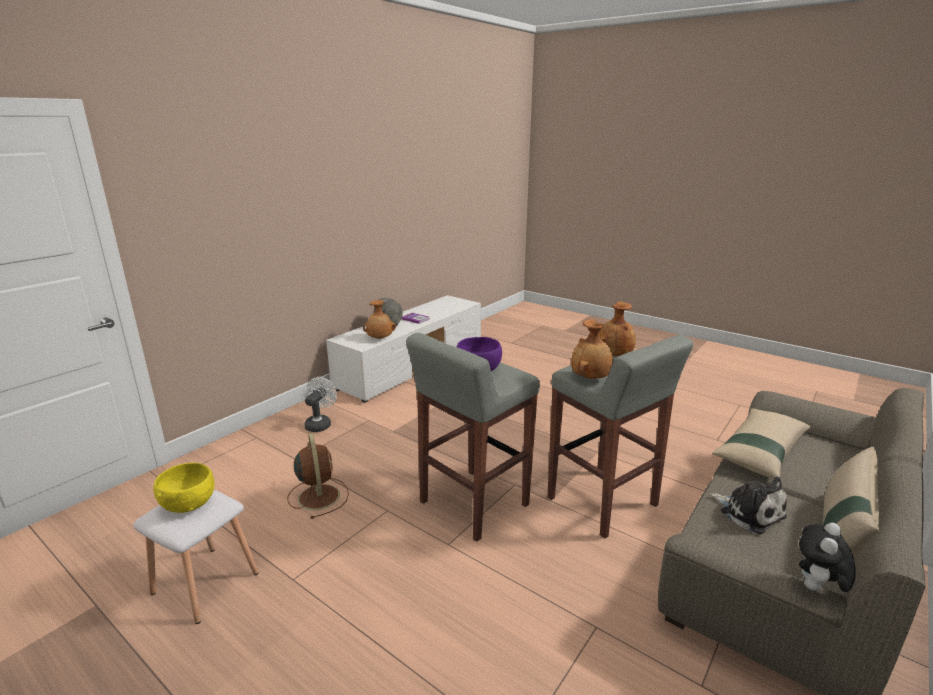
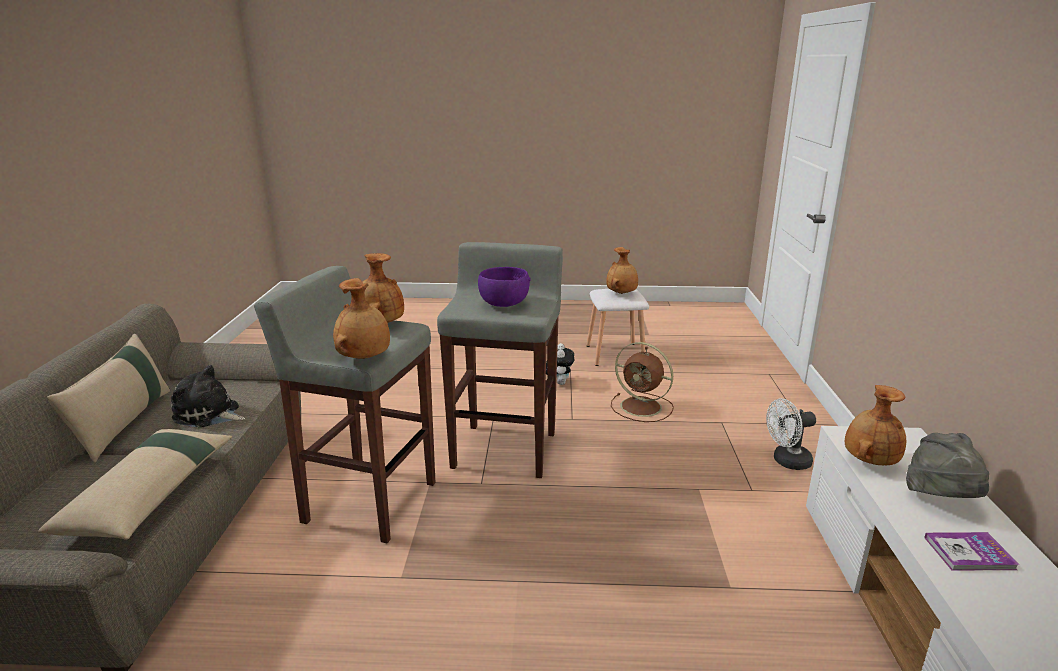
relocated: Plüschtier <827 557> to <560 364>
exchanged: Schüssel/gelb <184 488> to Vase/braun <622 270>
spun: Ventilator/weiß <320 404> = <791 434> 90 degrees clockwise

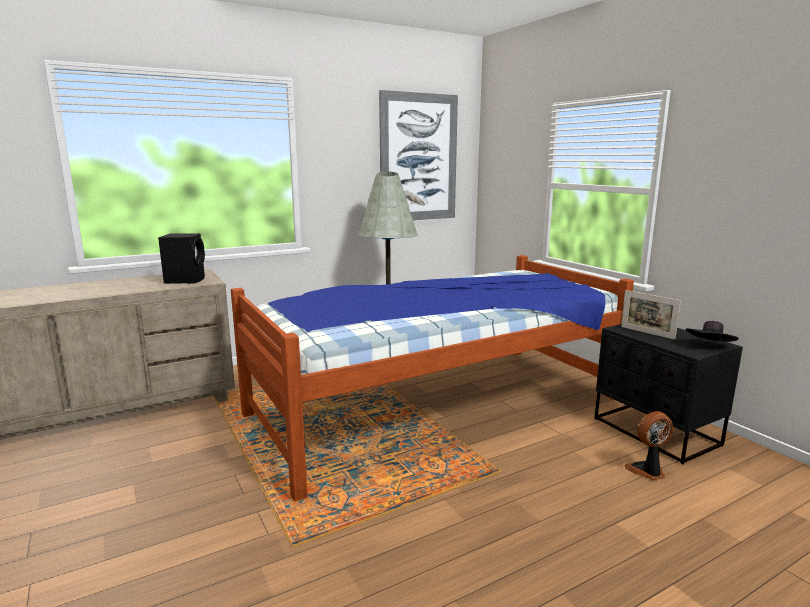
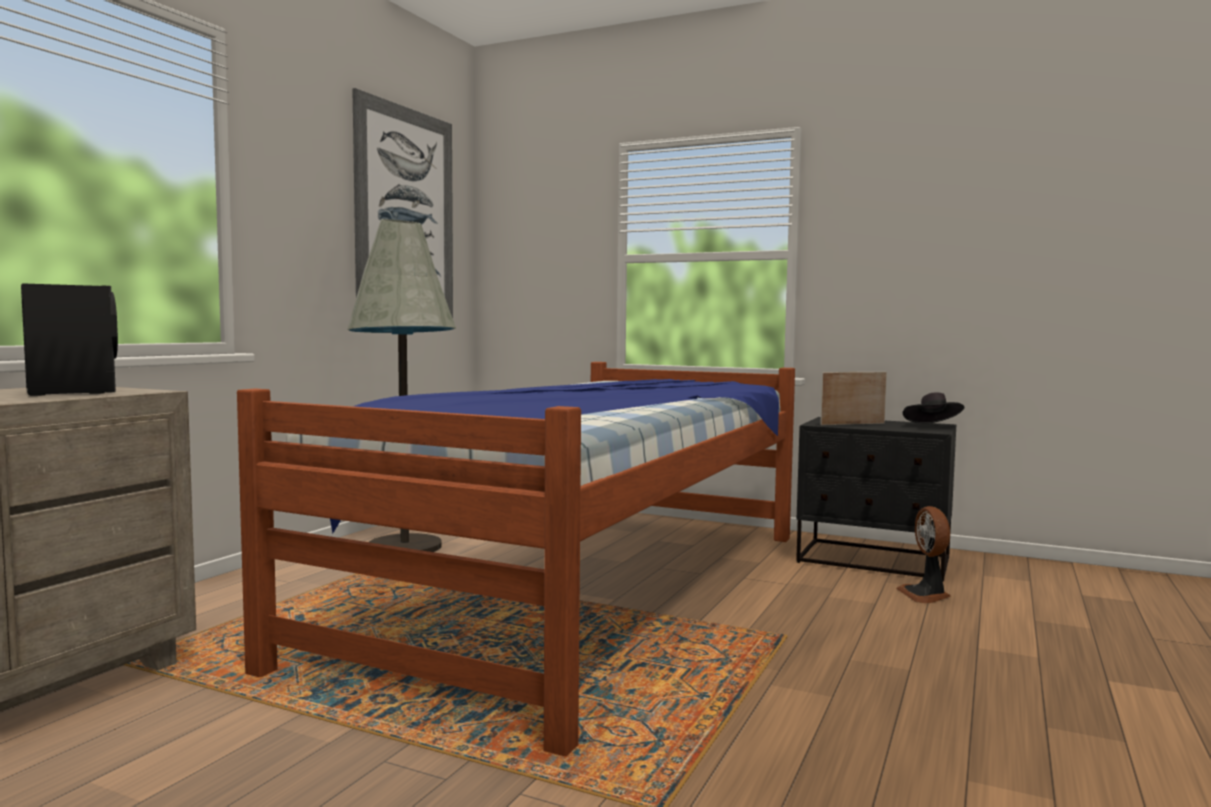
spun: Bilderrahmen <651 315> = <853 398> 150 degrees clockwise; Ventilator <649 445> = <923 554> 45 degrees counterclockwise

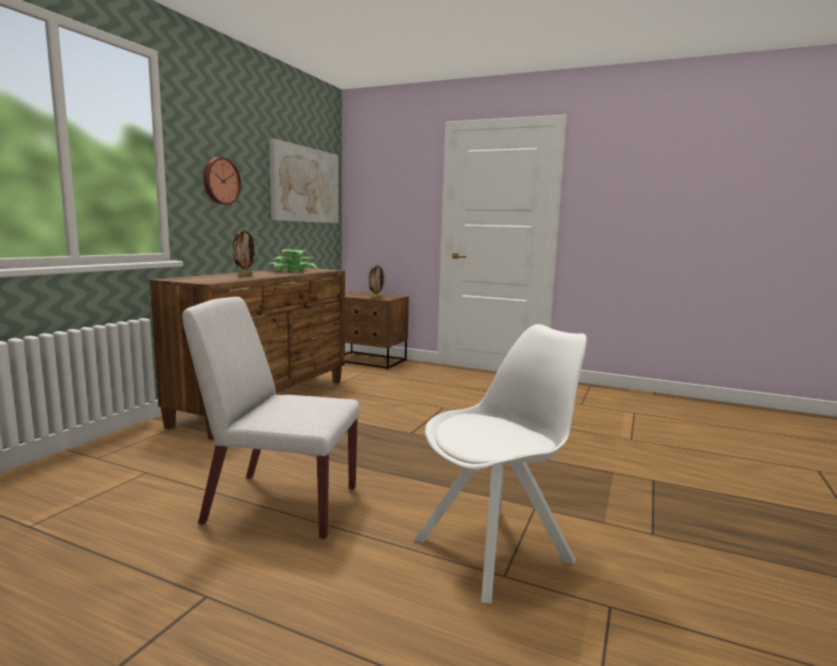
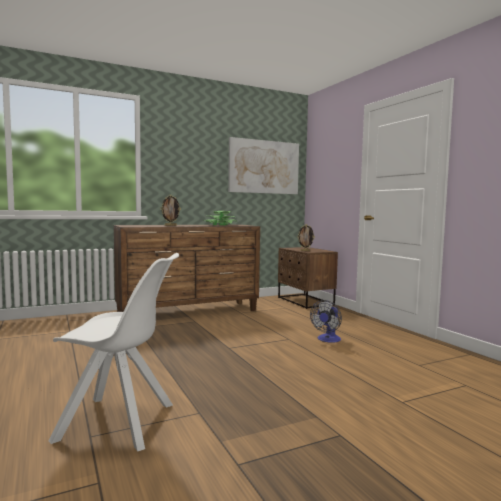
missing: Stuhl/weiß <271 418>; Wanduhr <222 181>
appeared: Ventilator <326 321>

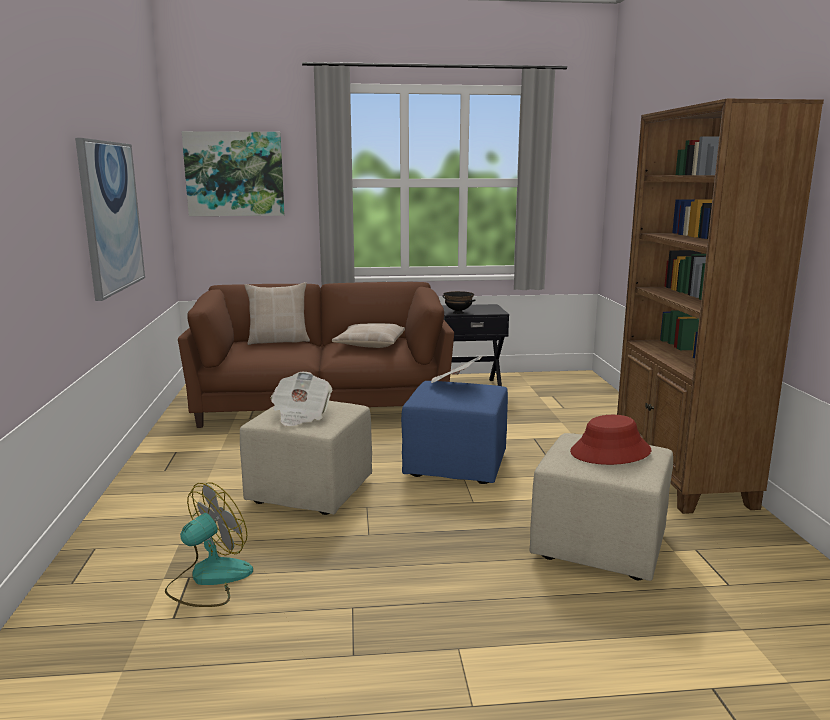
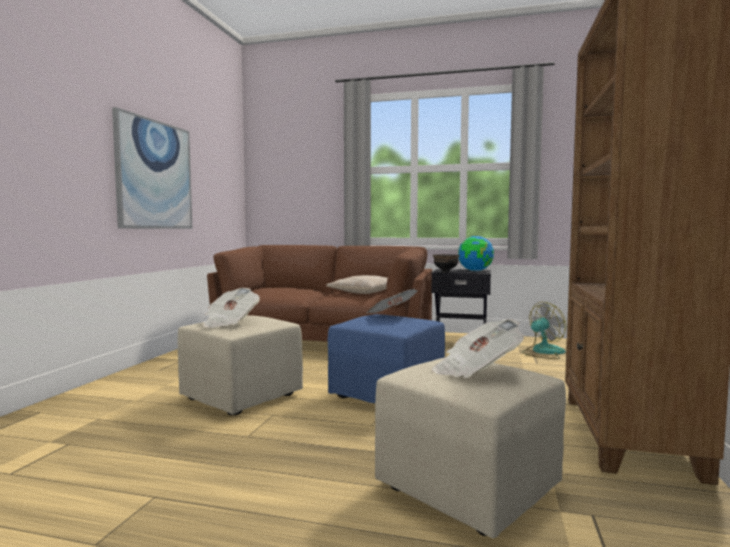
missing: Bild <233 173>; Kissen/beige <277 313>
appeared: Globus <476 253>
relocated: Ventilator <209 544> to <544 330>
exchanged: Hut/rot <610 440> to Zeitung <478 348>

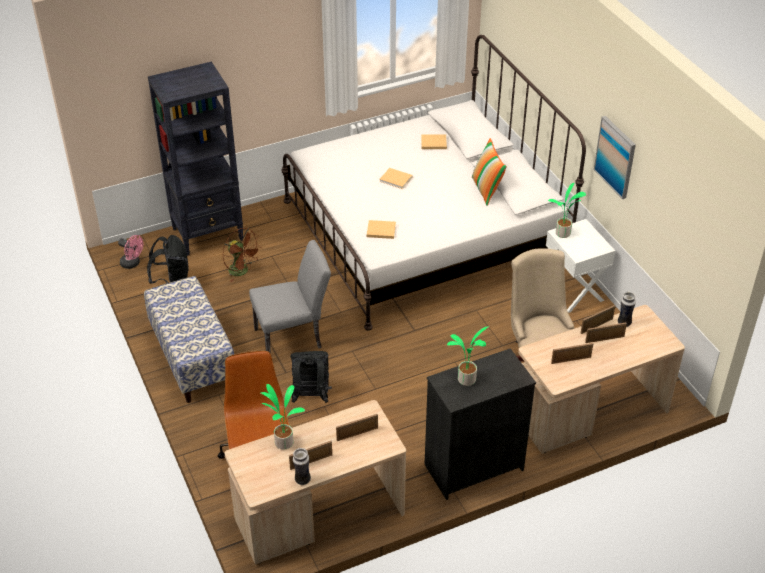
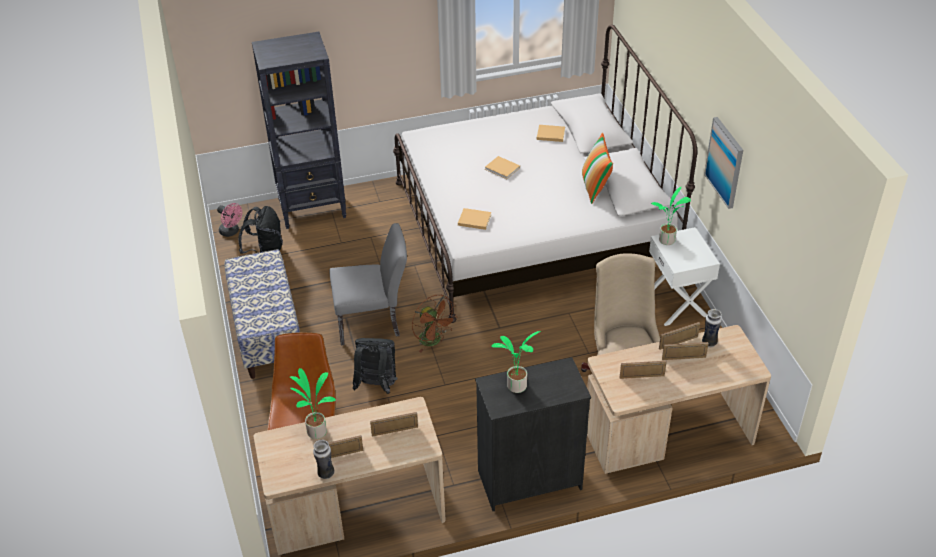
relocated: Ventilator/braun <242 255> to <434 323>

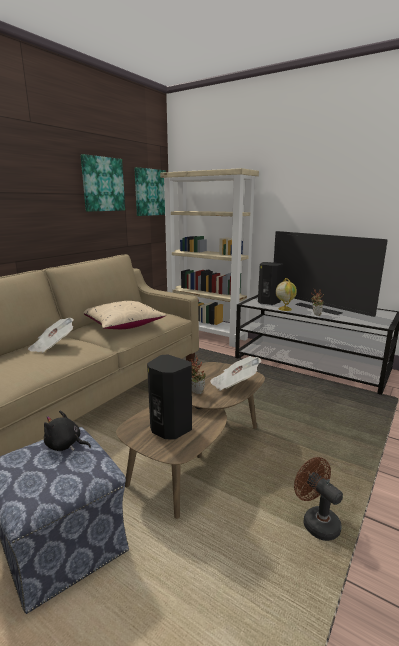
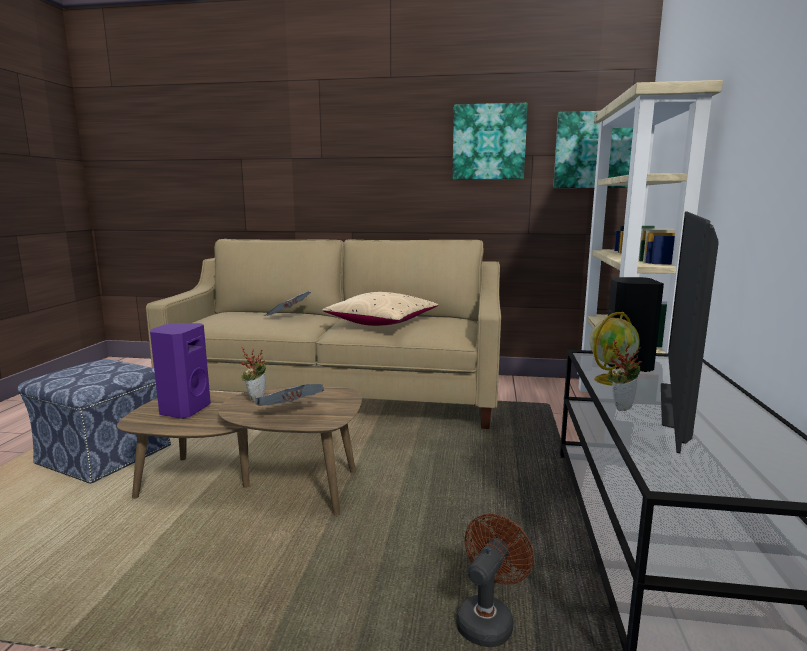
missing: Plüschtier/schwarz <67 431>
relocated: Ventilator/braun <318 499> to <495 580>
colour: Lautsprecher/schwarz <169 397> to Lautsprecher/lila <180 371>

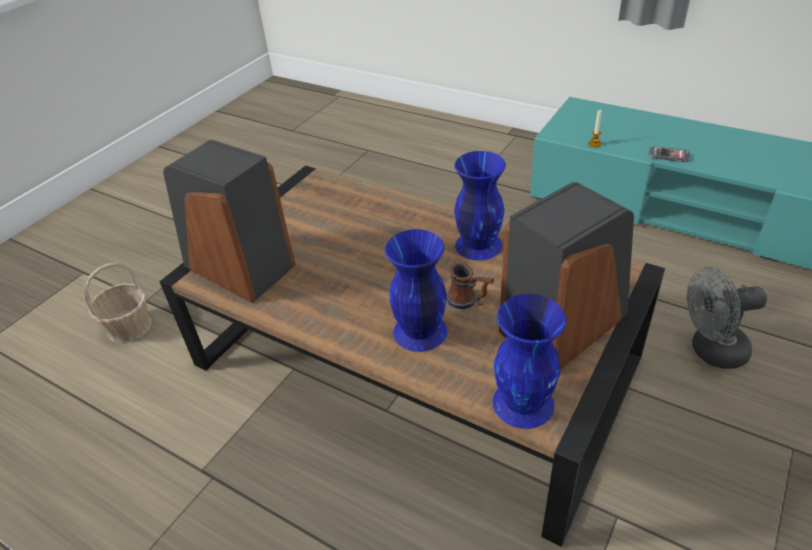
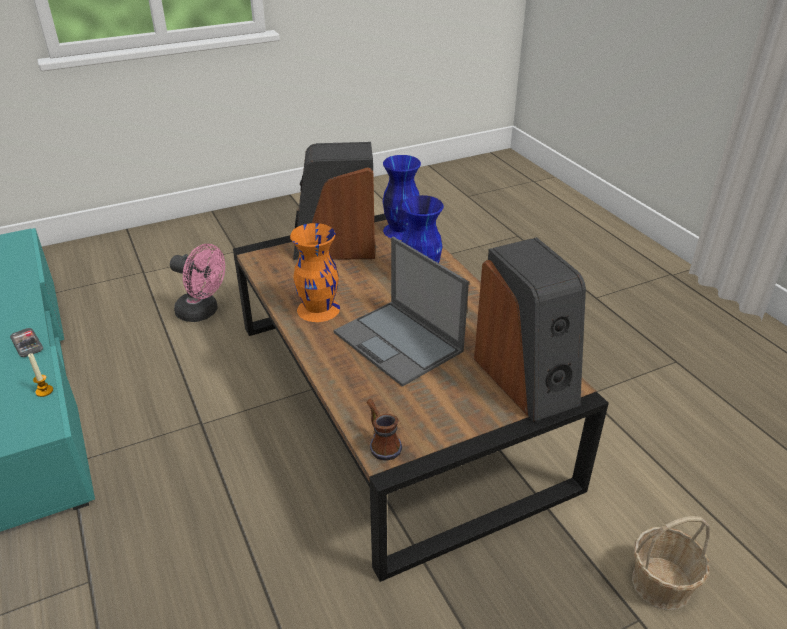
appeared: Laptop <401 312>
relocated: Henkelbecher <470 285> to <384 430>
colour: Ventilator/grau <727 318> to Ventilator/rosa <197 283>; Vase/blau <480 206> to Vase/orange <315 272>

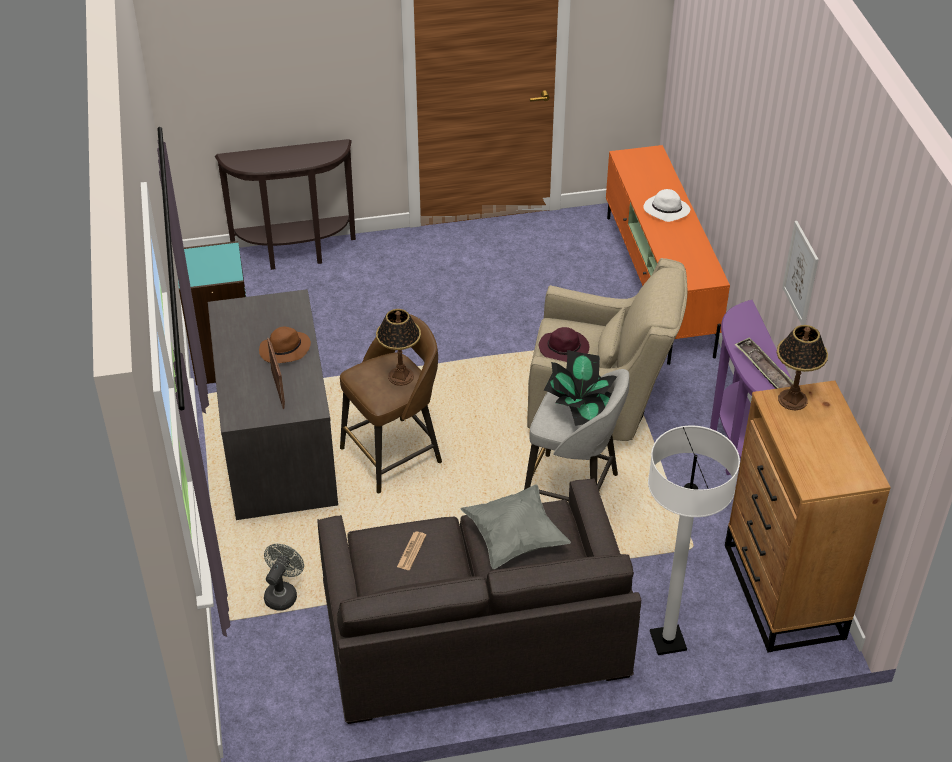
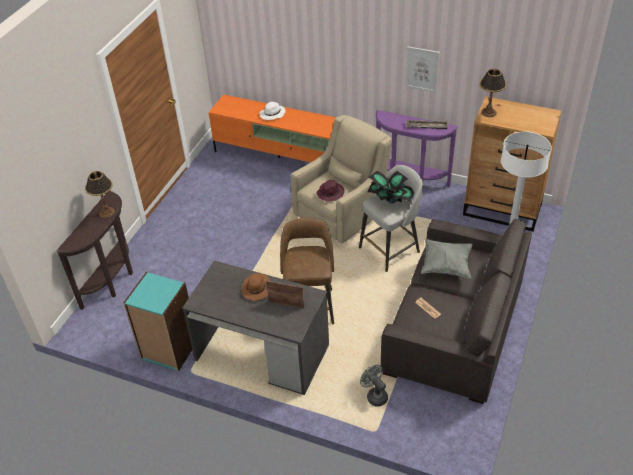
relocated: Tischlampe <398 347> to <100 194>

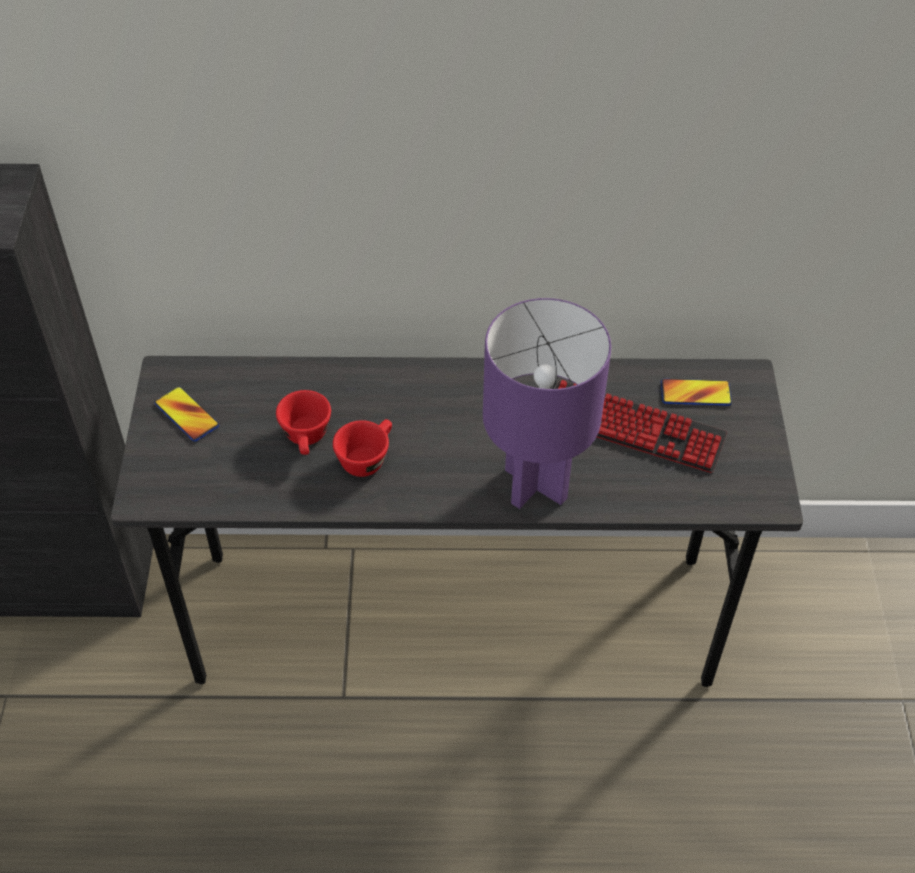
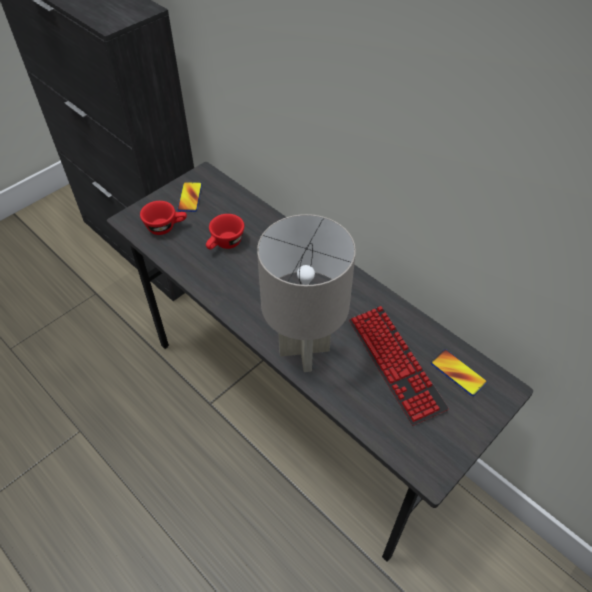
relocated: Tasse/rot <362 448> to <163 218>
colour: Tischlampe/lila <547 403> to Tischlampe/grau <306 293>

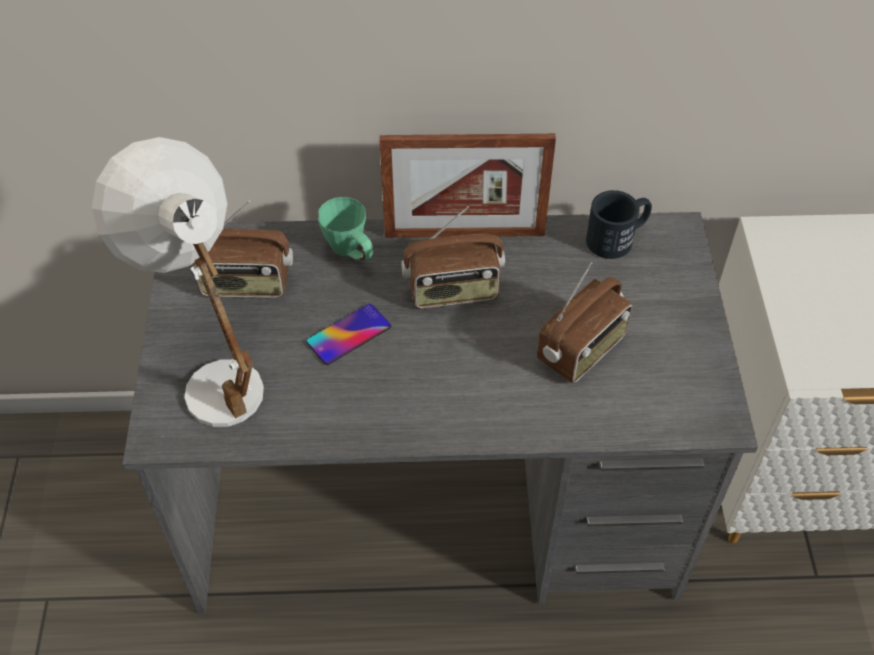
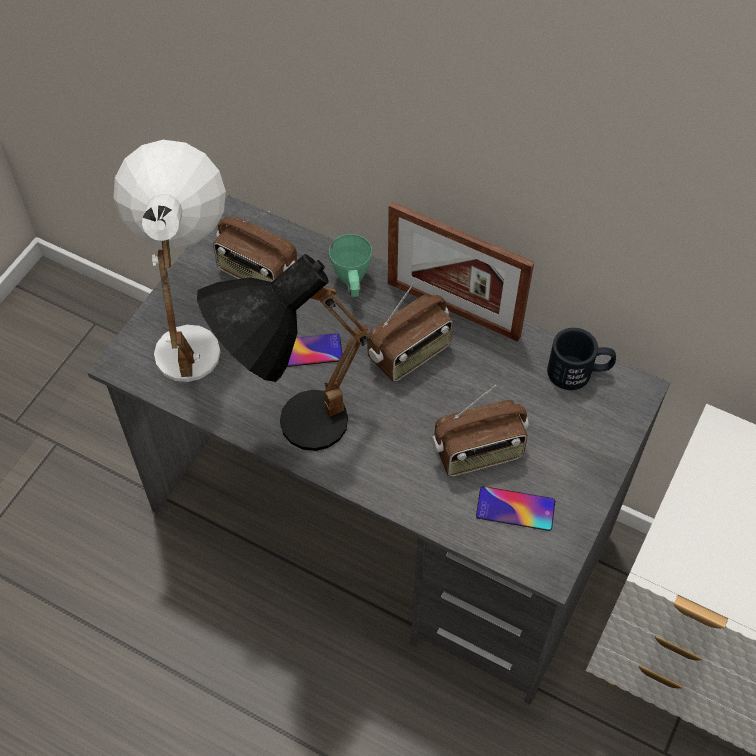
appeared: Tischlampe/schwarz <283 352>; Handy <515 508>
spun: Radio <453 257> = <410 332> 60 degrees counterclockwise

